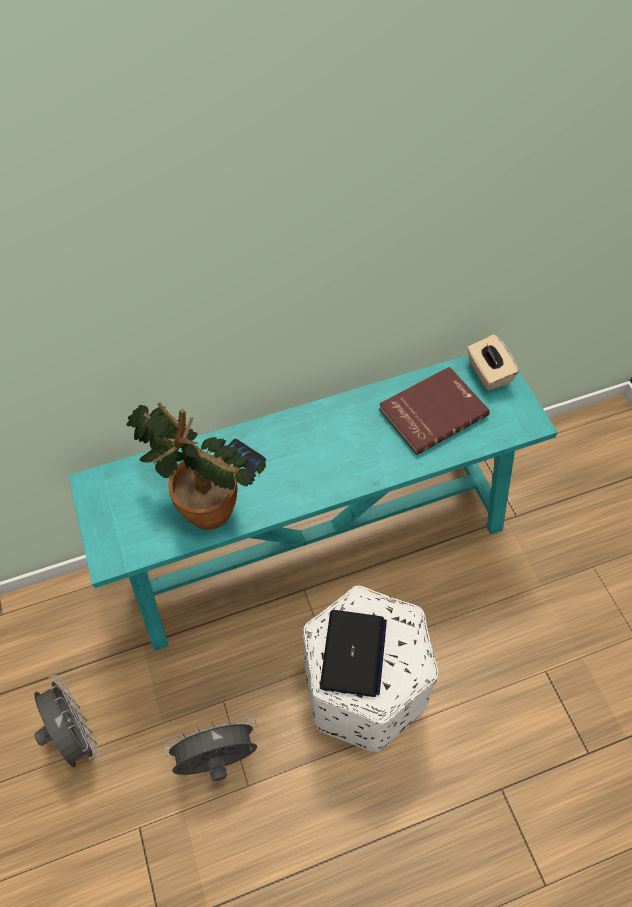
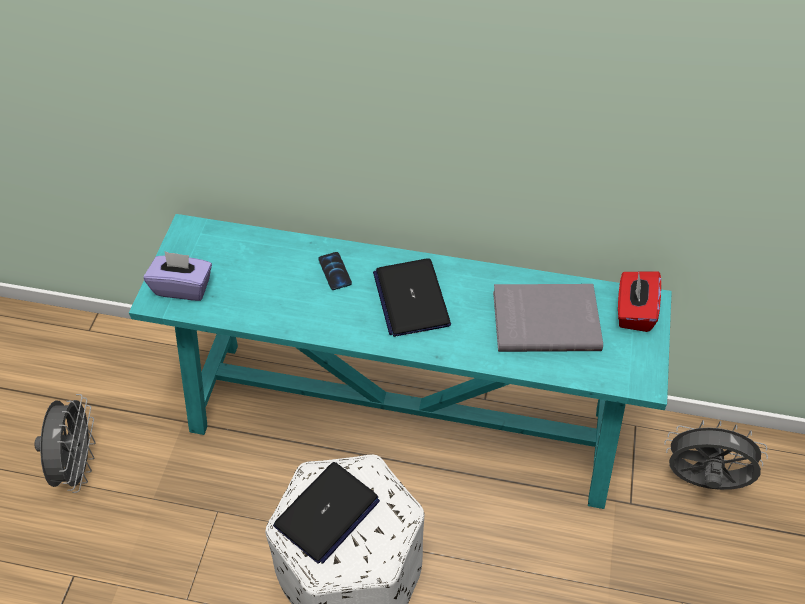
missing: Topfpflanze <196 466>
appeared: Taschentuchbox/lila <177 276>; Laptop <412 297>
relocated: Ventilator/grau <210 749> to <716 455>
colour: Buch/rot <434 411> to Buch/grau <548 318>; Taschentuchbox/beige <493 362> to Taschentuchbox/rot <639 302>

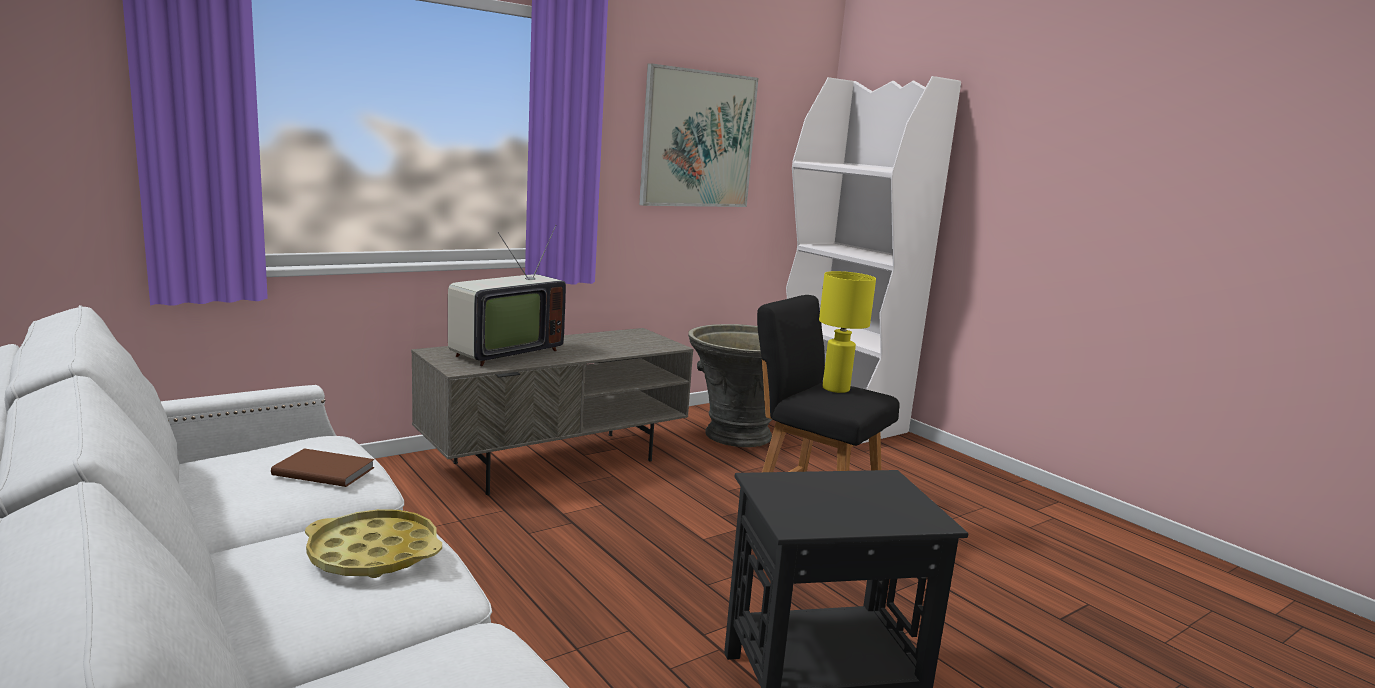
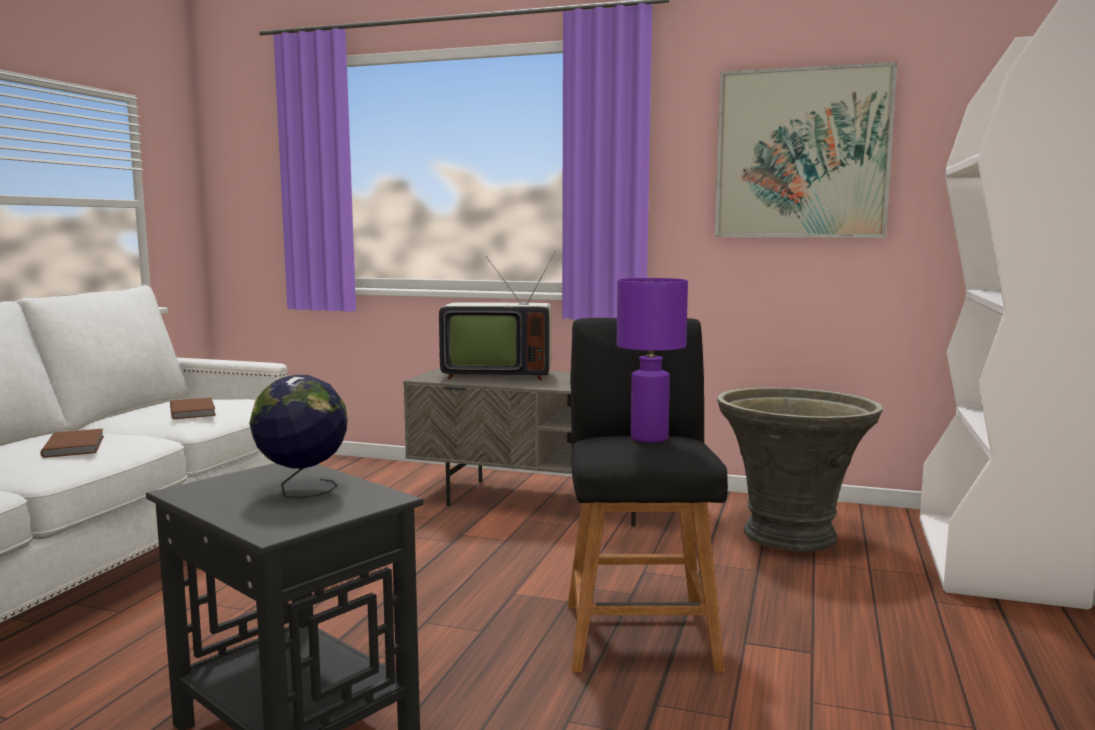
appeared: Globus <298 436>
exchanged: Tablett/gelb <373 543> to Buch/braun <72 443>
colour: Tischlampe/gelb <847 332> to Tischlampe/lila <652 360>

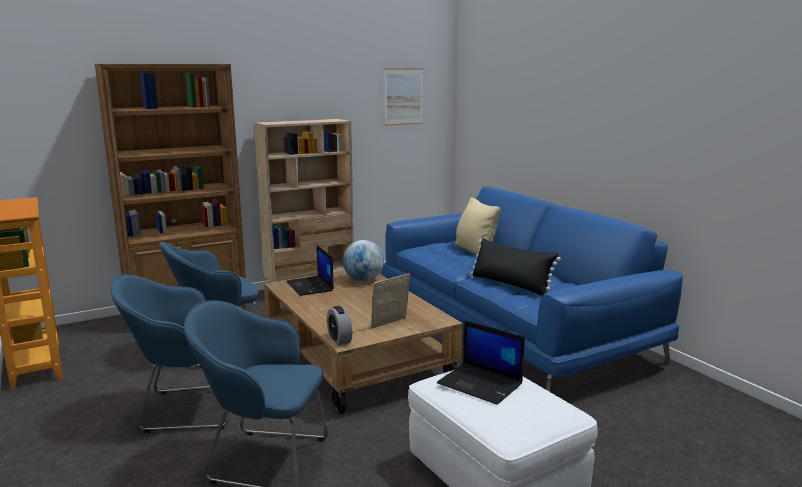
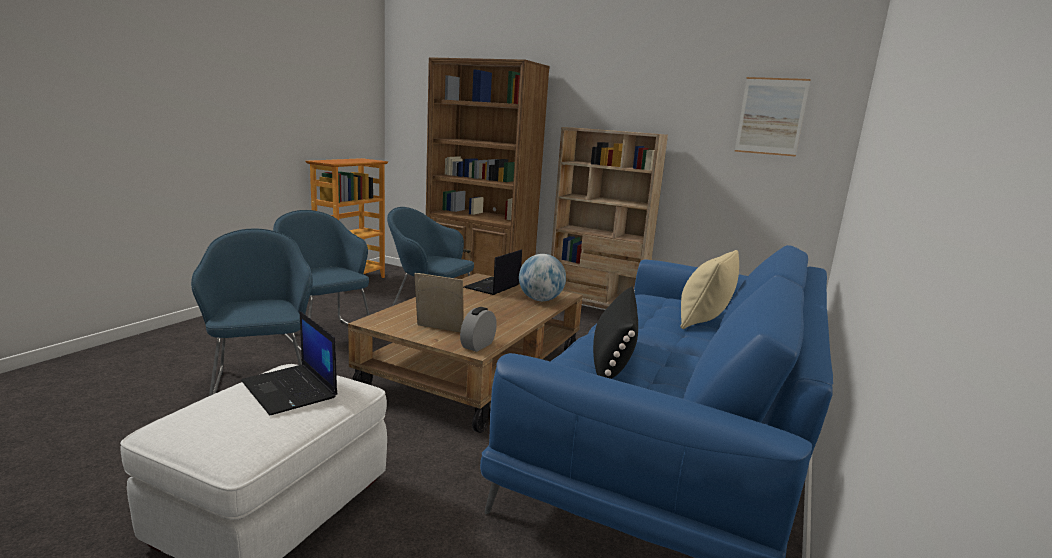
relocated: Wecker <339 325> to <478 329>
spun: Laptop <481 362> = <289 363> 45 degrees counterclockwise

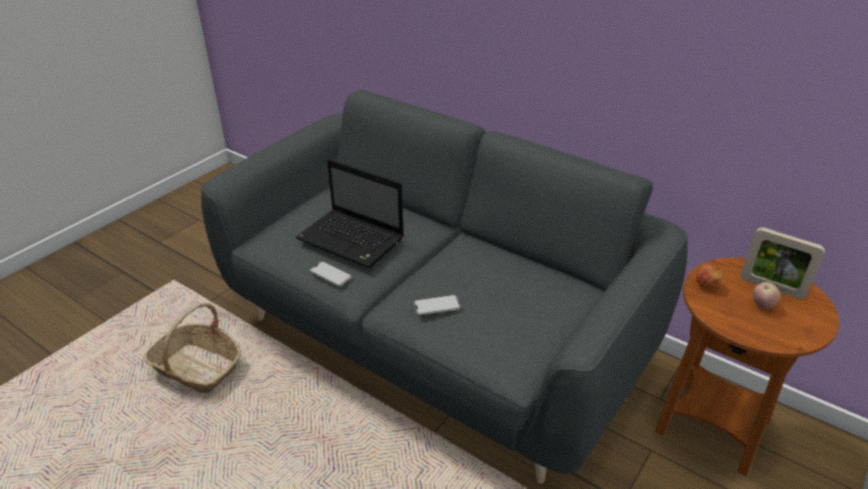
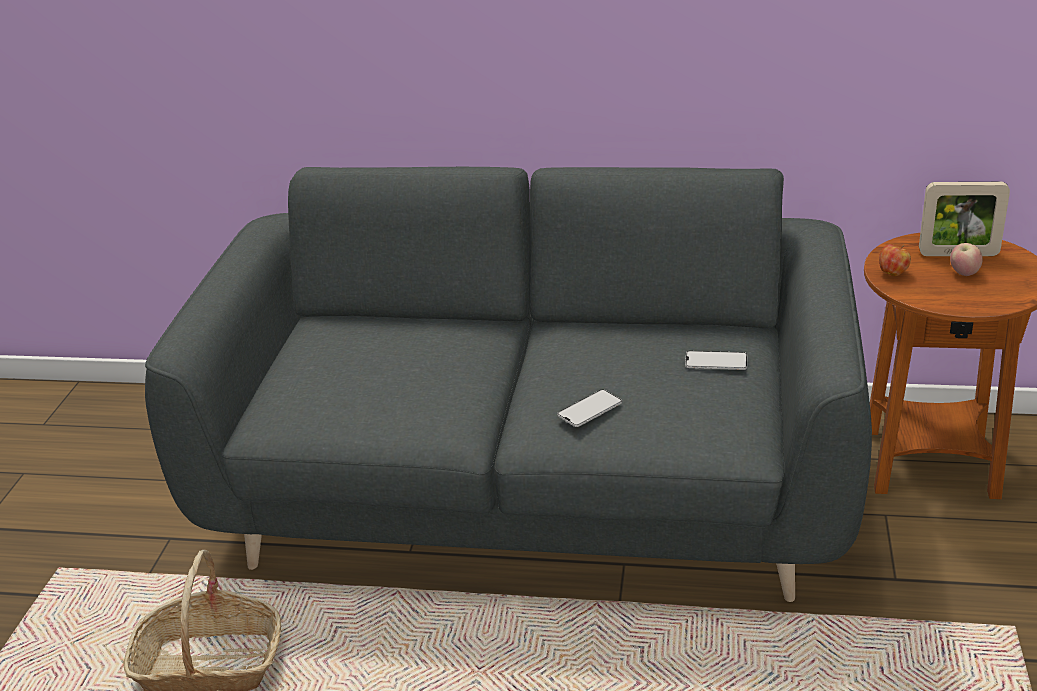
missing: Laptop <350 213>
relocated: Handy <330 273> to <716 360>

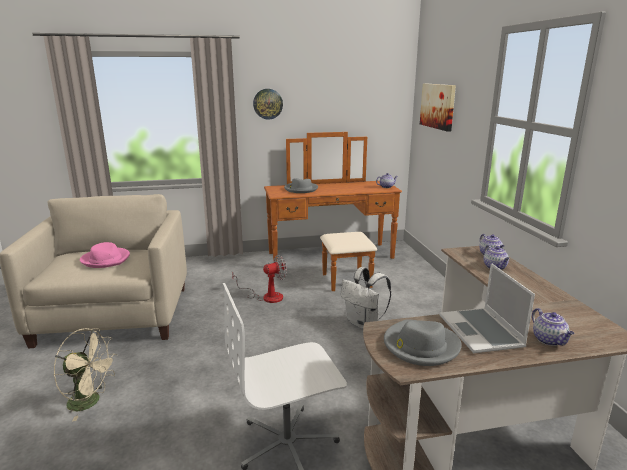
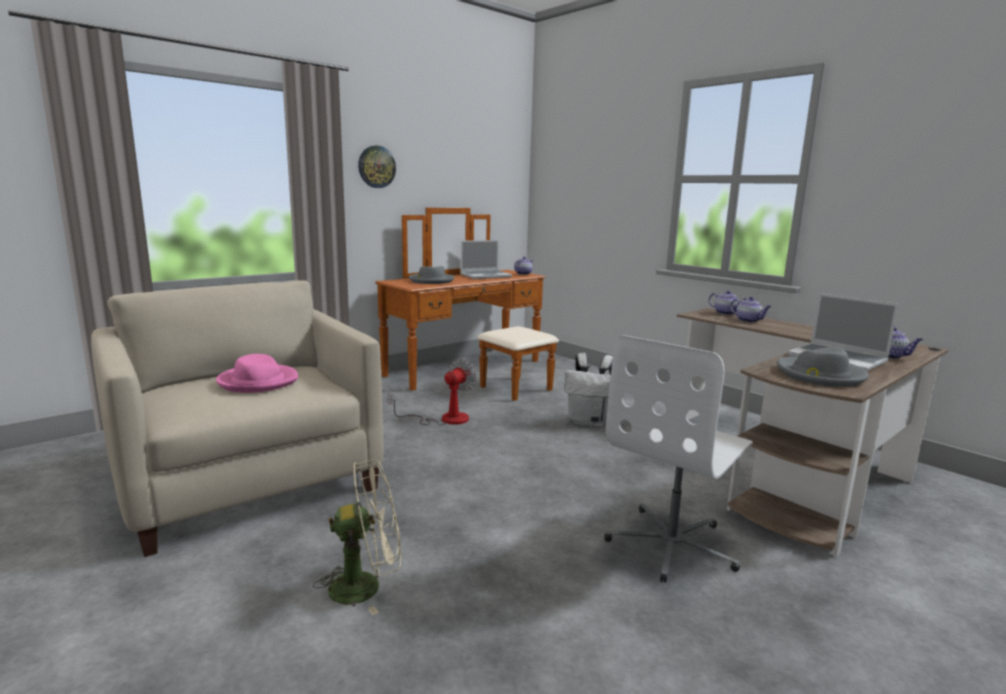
missing: Bild <438 107>
appeared: Laptop <486 259>

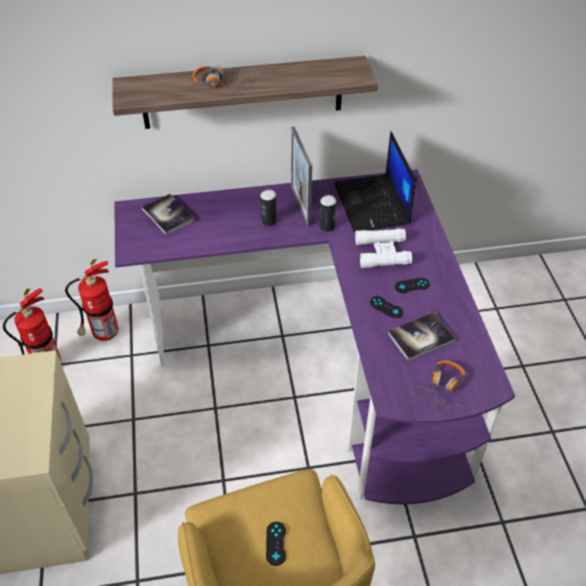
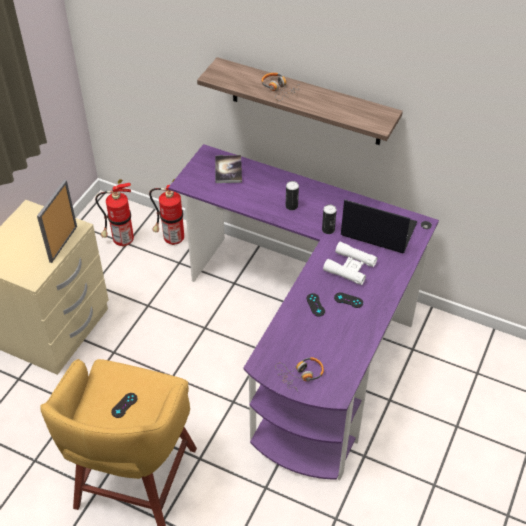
missing: Buch <421 337>
relocated: Bilderrahmen <301 176> to <57 221>
spun: Laptop <375 182> = <379 226> 90 degrees clockwise

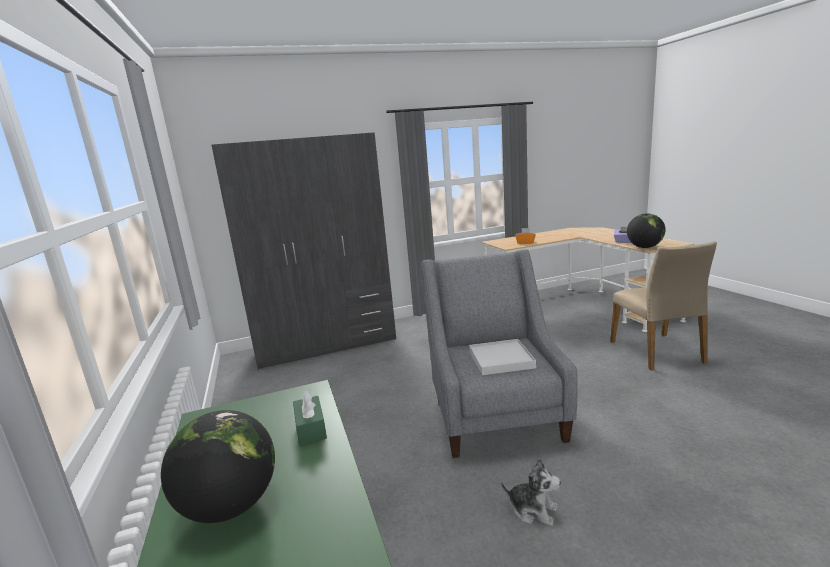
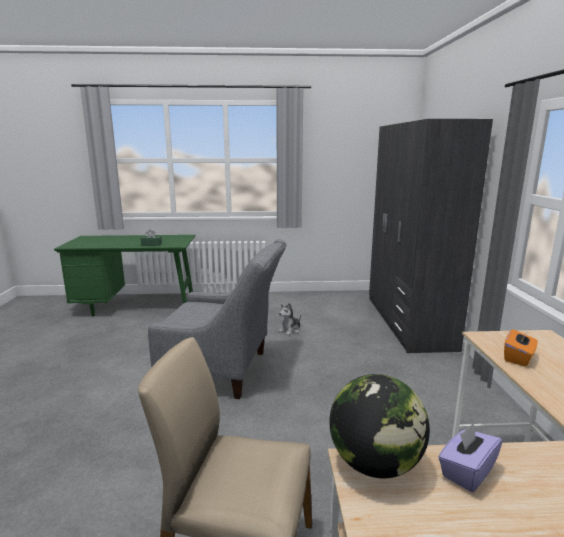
missing: Globus <218 466>; Tablett/weiß <502 357>
relocated: Plüschtier <531 491> to <289 319>

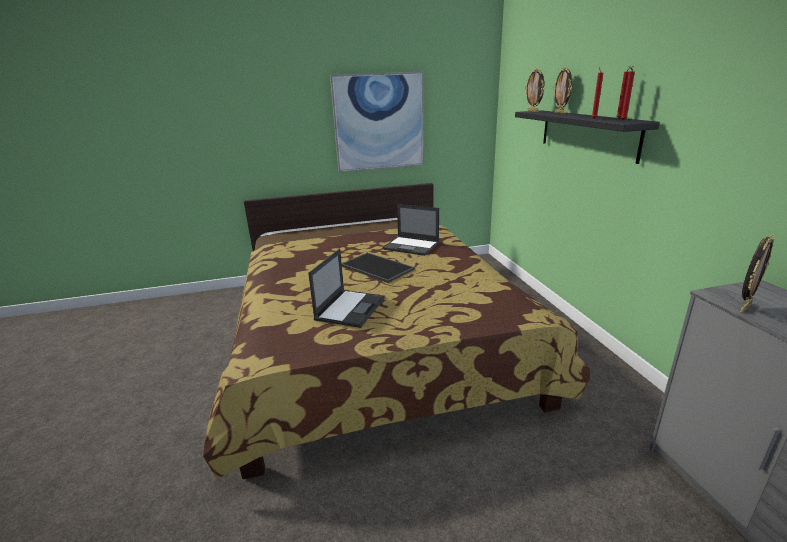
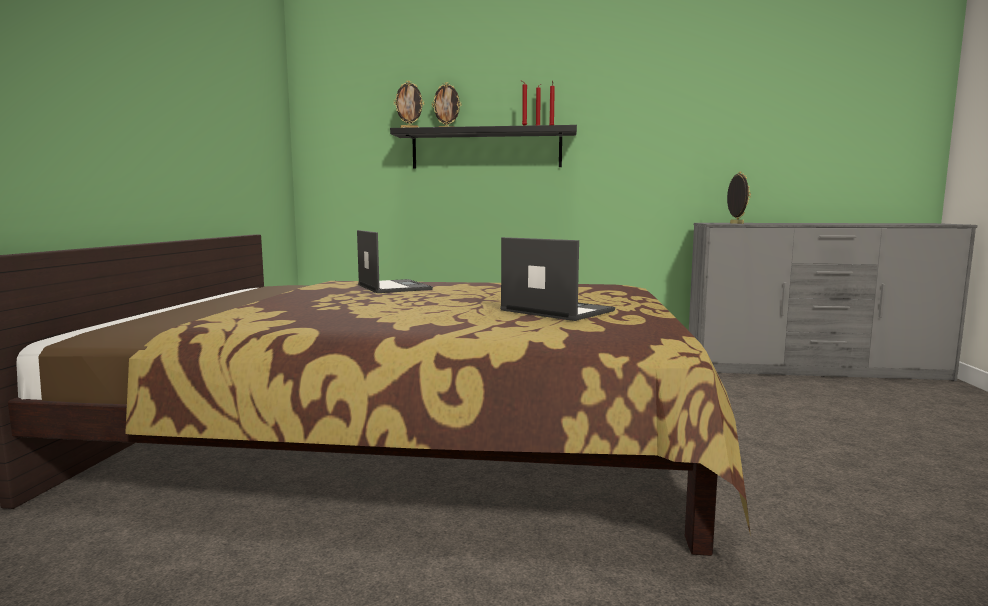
missing: Bild <377 122>; Tablett <378 268>
spun: Laptop <410 230> = <395 261> 75 degrees counterclockwise

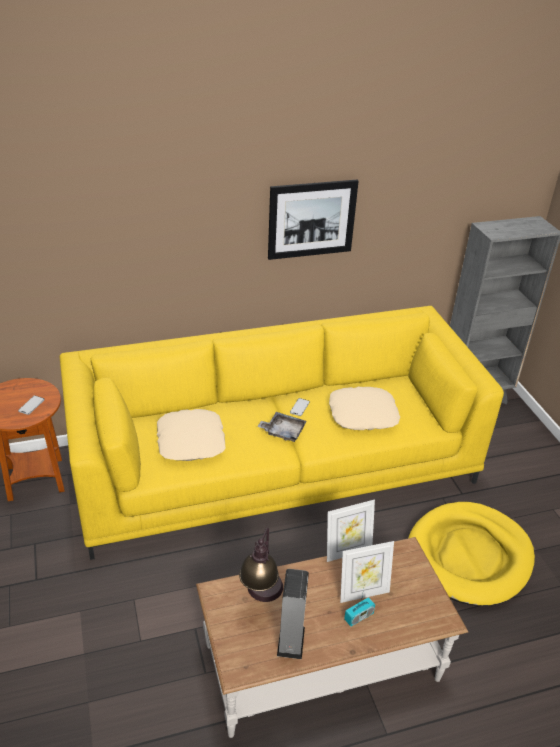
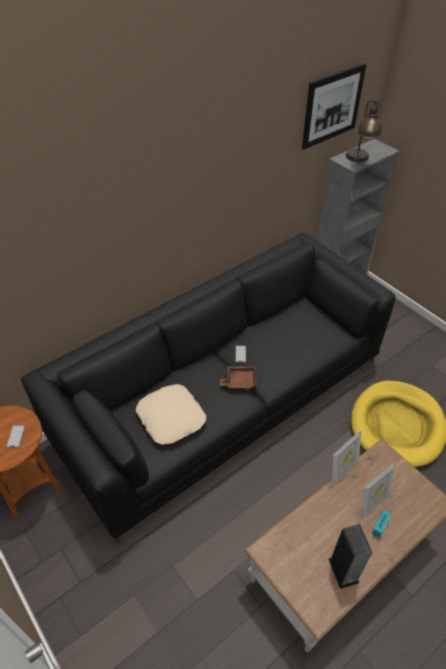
missing: Kissen/beige <364 408>
relocated: Bild <313 220> to <334 106>; Tischlampe <261 565> to <364 131>
colour: Sofa/gelb <282 433> to Sofa/schwarz <208 388>; Tablett/grau <281 427> to Tablett/braun <238 378>

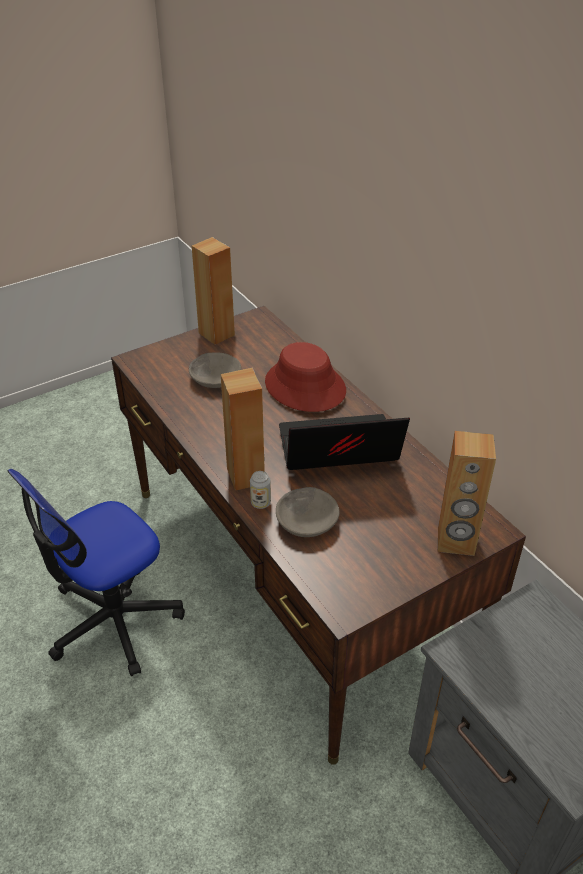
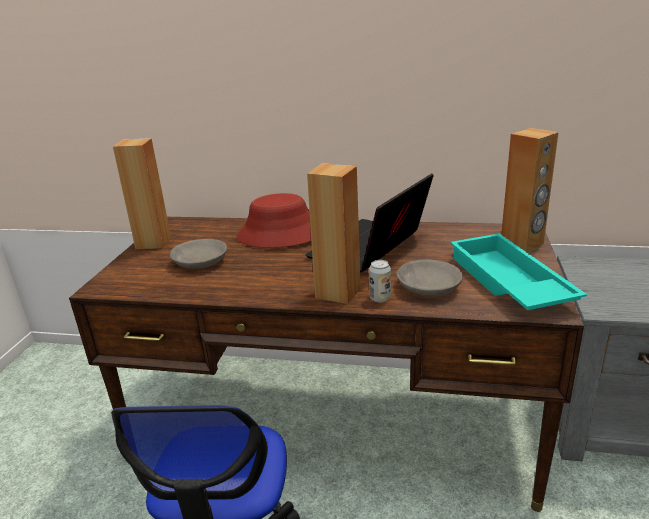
appeared: Tablett/türkis <518 271>

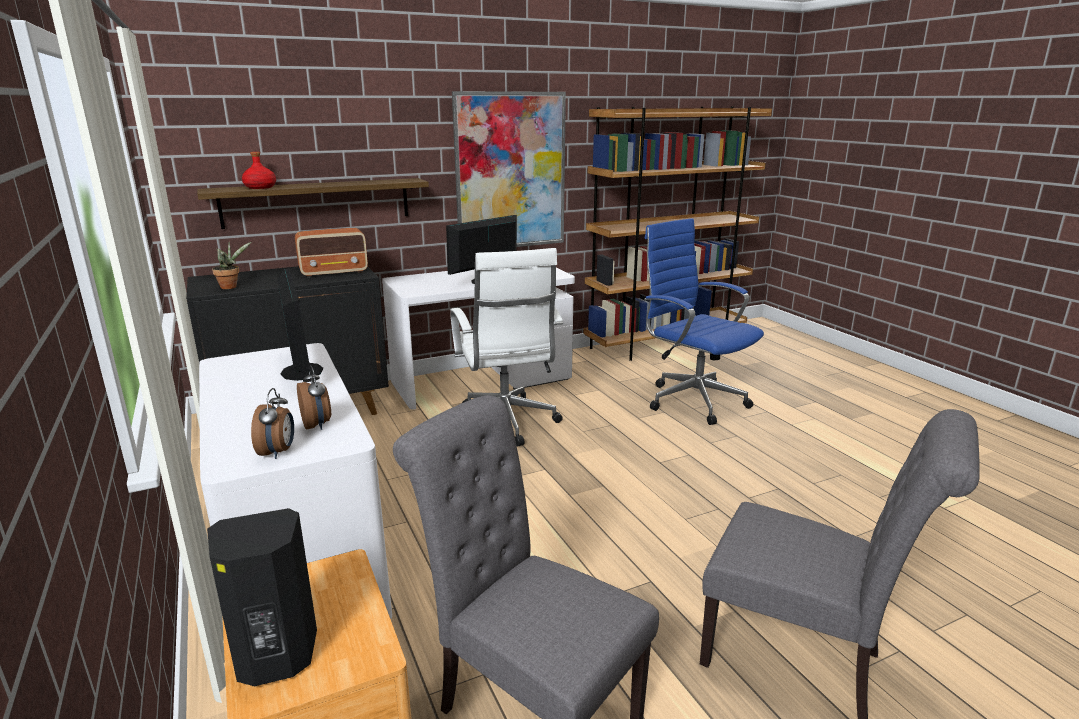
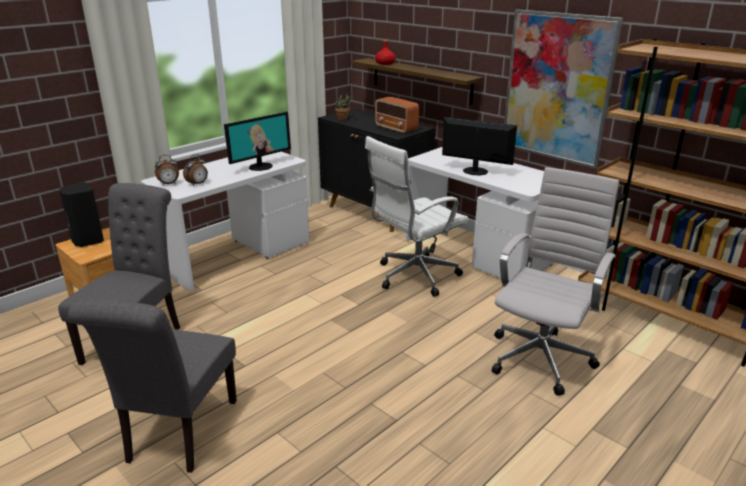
colour: Bürostuhl/blau <704 321> to Bürostuhl/weiß <555 281>

